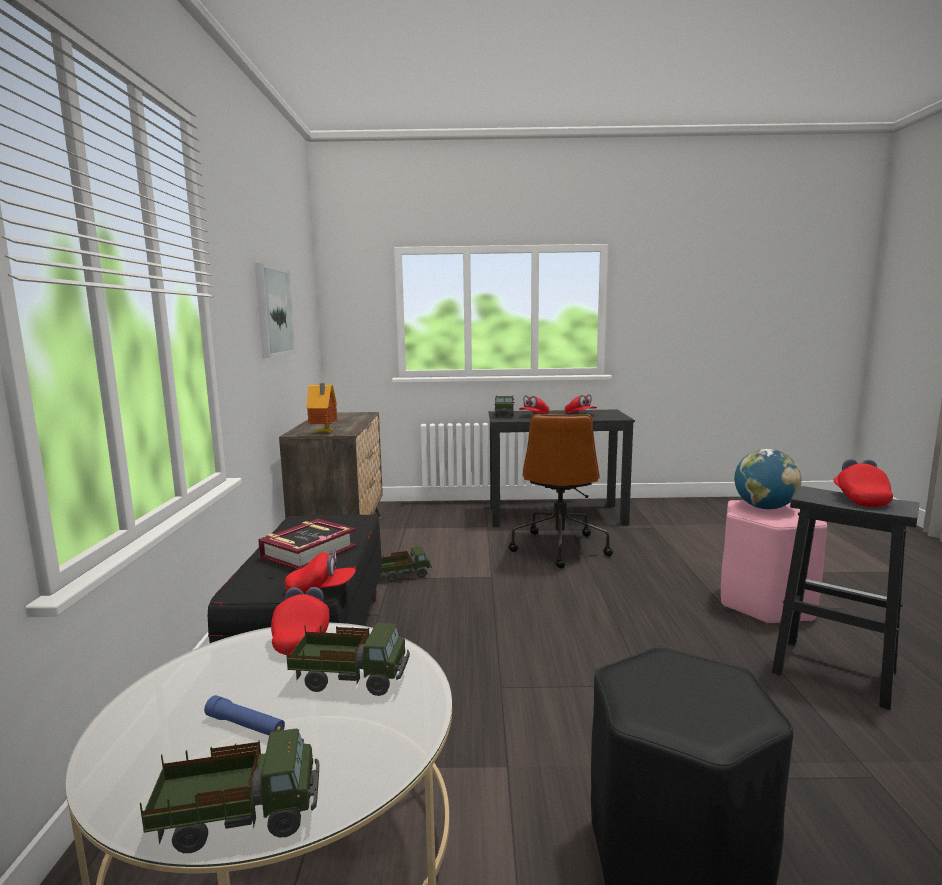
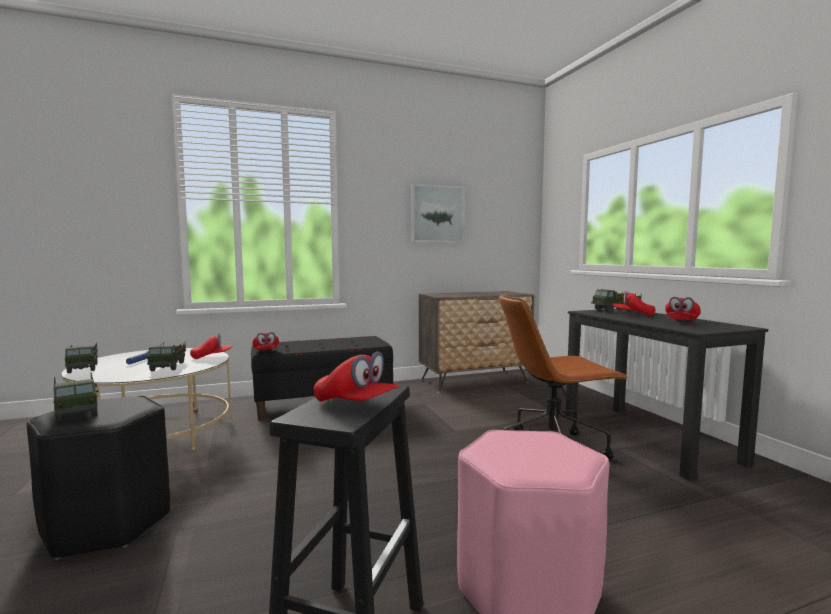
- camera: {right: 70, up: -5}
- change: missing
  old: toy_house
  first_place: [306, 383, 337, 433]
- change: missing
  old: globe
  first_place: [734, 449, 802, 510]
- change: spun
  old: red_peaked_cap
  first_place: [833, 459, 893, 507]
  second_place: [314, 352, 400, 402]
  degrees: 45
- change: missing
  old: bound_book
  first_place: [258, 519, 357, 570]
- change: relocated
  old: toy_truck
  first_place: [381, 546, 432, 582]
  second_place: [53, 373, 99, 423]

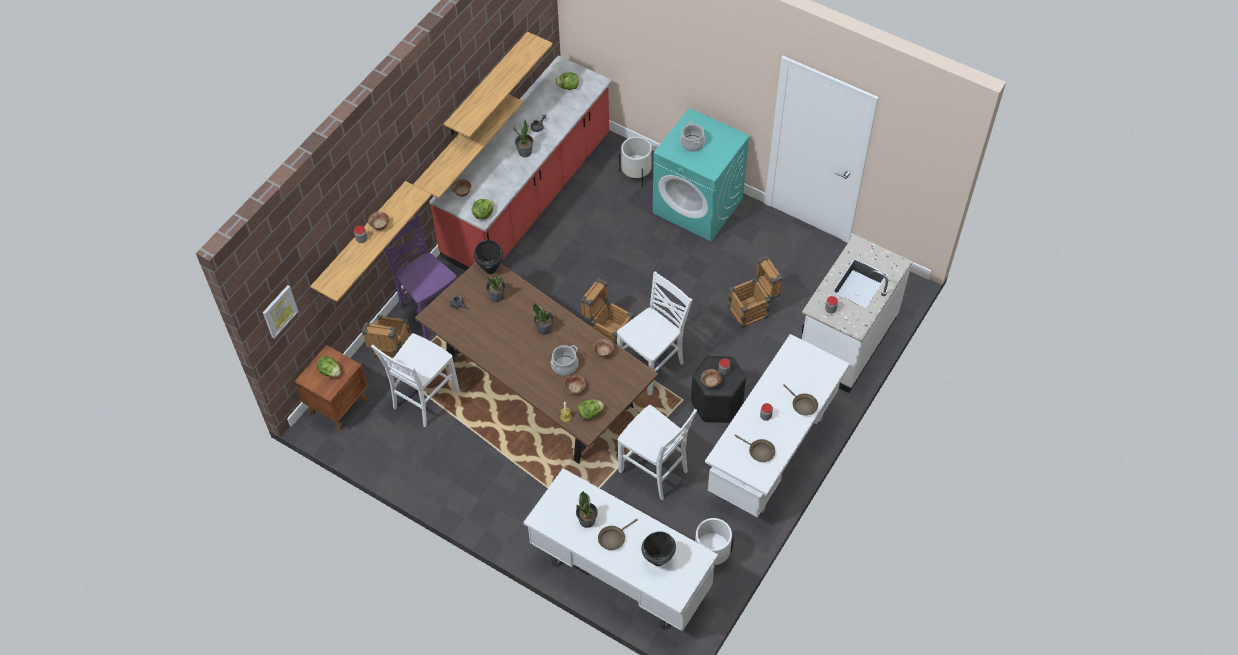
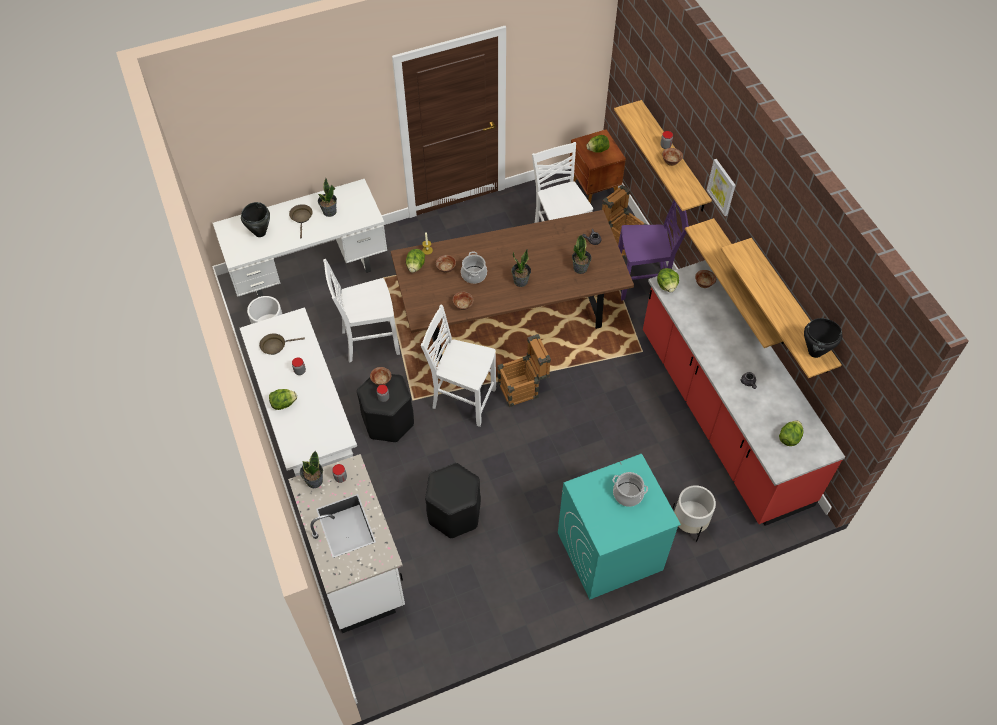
- camera: {right: 125, up: 0}
- change: relocated
  old: houseplant
  first_place: [514, 119, 534, 157]
  second_place: [300, 451, 323, 488]
- change: relocated
  old: blackish_cooking_pot
  first_place: [474, 240, 503, 274]
  second_place: [804, 318, 842, 358]
- change: exchanged
  old: packing_crate
  new: blackish_stool_seat
  first_place: [728, 255, 783, 328]
  second_place: [425, 463, 481, 539]
- change: spun
  old: whitish_plain_chair
  first_place: [617, 271, 692, 396]
  second_place: [421, 305, 496, 427]
  degrees: 120
- change: relocated
  old: wall_picture
  first_place: [263, 285, 298, 338]
  second_place: [706, 159, 736, 216]
- change: exchanged
  old: brownish_pan
  new: head_of_lettuce
  first_place: [783, 384, 818, 416]
  second_place: [269, 389, 297, 410]

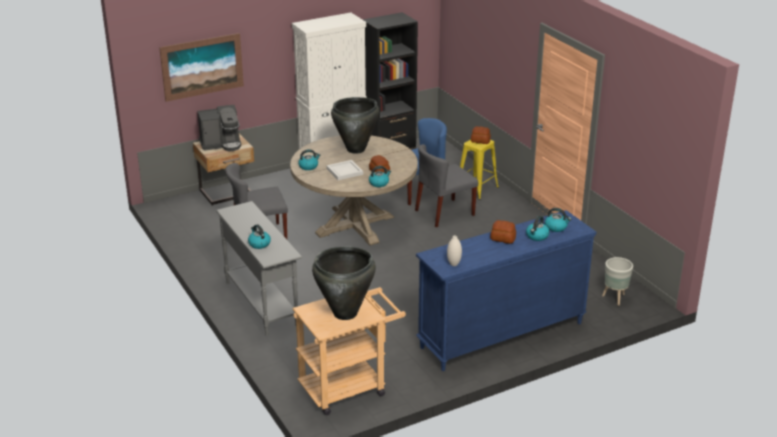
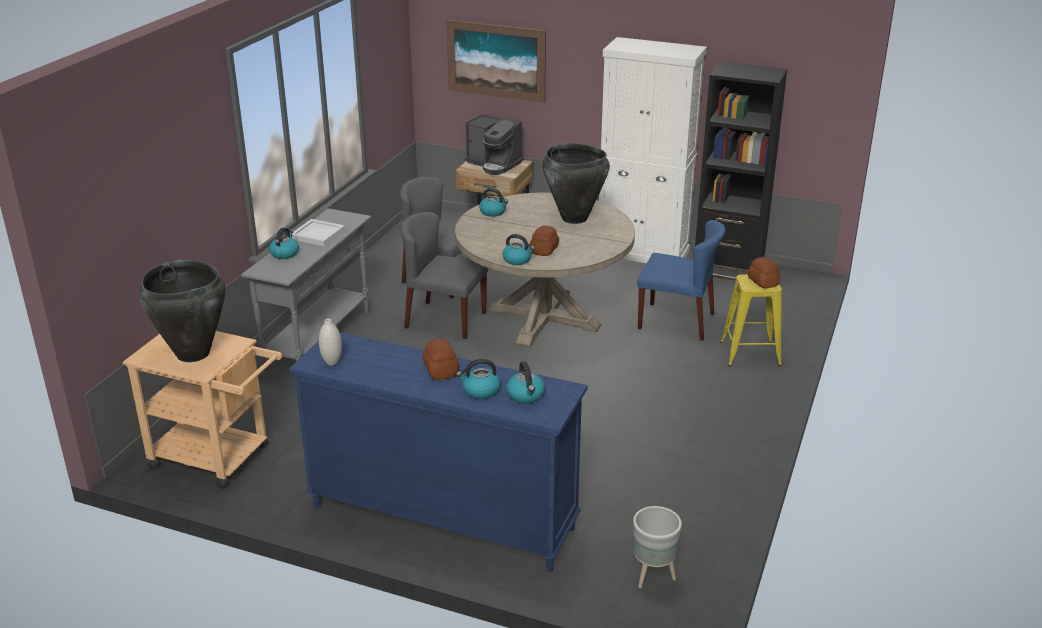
- camera: {right: 50, up: 0}
- change: relocated
  old: greyish_plain_chair
  first_place: [415, 144, 478, 227]
  second_place: [401, 212, 488, 339]
- change: relocated
  old: whitish_serving_tray
  first_place: [326, 160, 363, 180]
  second_place: [292, 219, 345, 246]

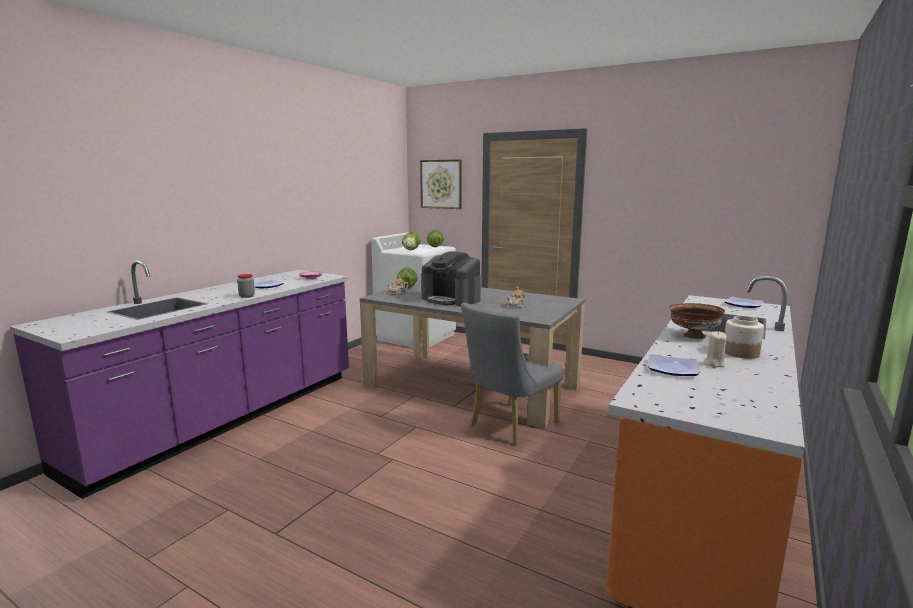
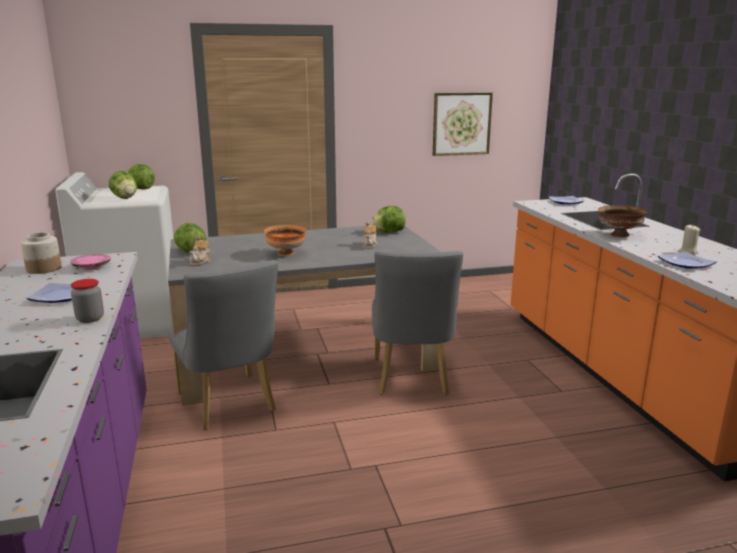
- camera: {right: -45, up: 5}
- change: relocated
  old: wall_picture
  first_place: [420, 159, 462, 209]
  second_place: [433, 93, 493, 156]
- change: exchanged
  old: coffee_maker
  new: orangey_bowl
  first_place: [421, 251, 481, 306]
  second_place: [264, 225, 307, 256]
- change: relocated
  old: preserve_jar
  first_place: [725, 316, 764, 359]
  second_place: [21, 232, 62, 274]
- change: appeared
  new: head_of_lettuce
  second_place: [371, 206, 406, 233]
- change: appeared
  new: greyish_plain_chair
  second_place: [168, 260, 278, 430]

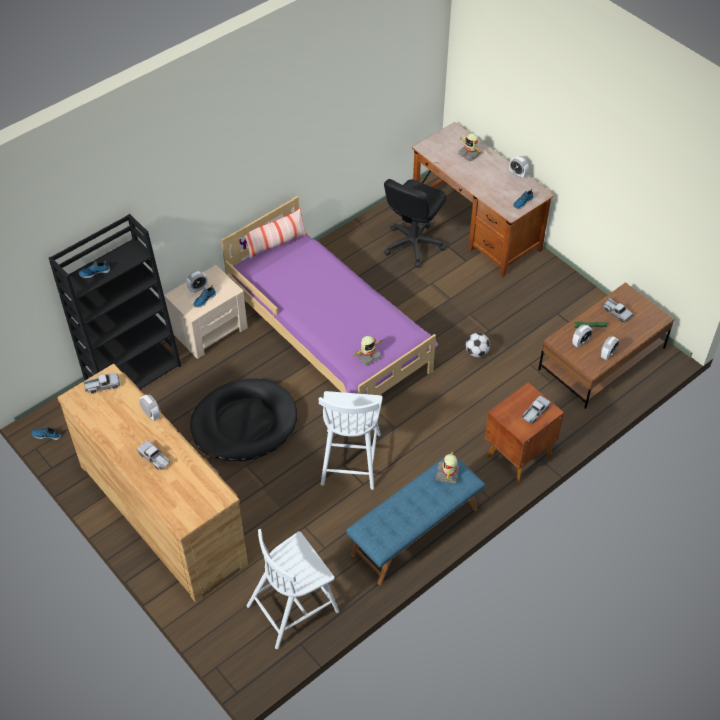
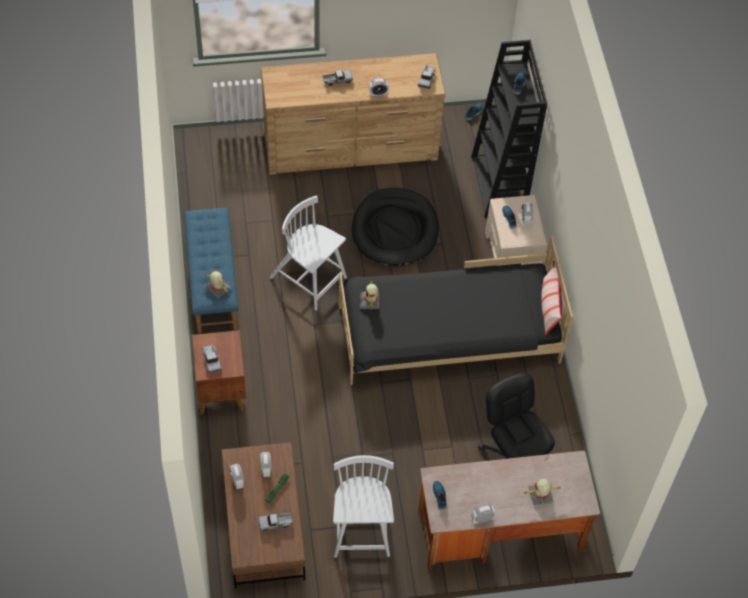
- camera: {right: 120, up: 5}
- change: colour
  old: purple-coloured_sleeping_bed
  new: blackish_sleeping_bed
  first_place: [221, 196, 438, 395]
  second_place: [339, 235, 573, 385]
- change: missing
  old: football_ball
  first_place: [466, 333, 490, 357]
- change: relocated
  old: whitish_plain_chair
  first_place: [247, 529, 339, 649]
  second_place: [333, 455, 394, 558]

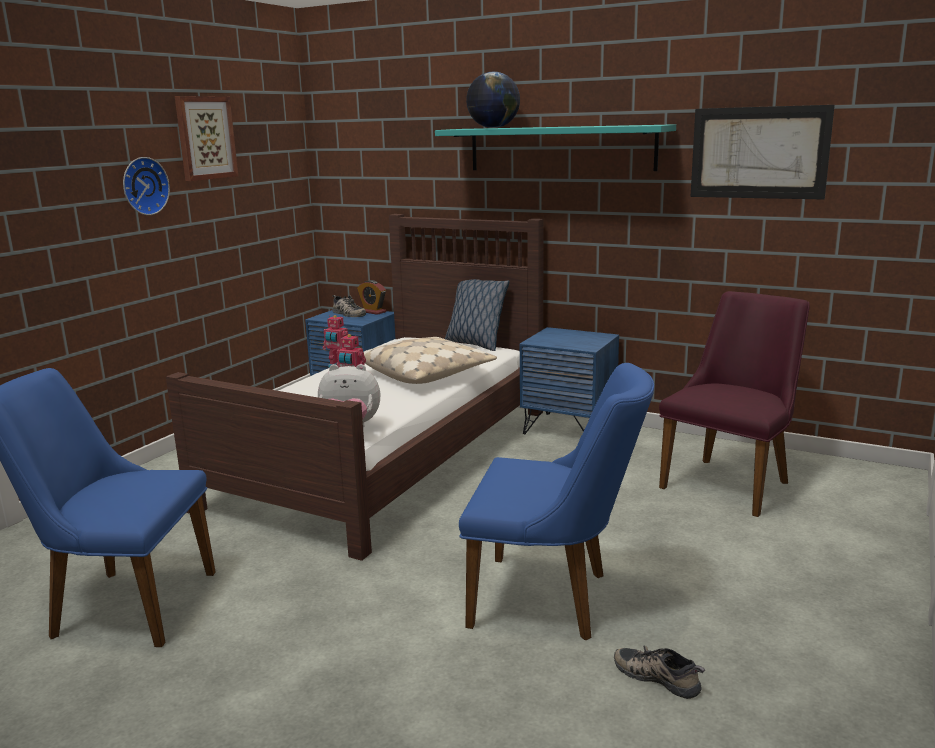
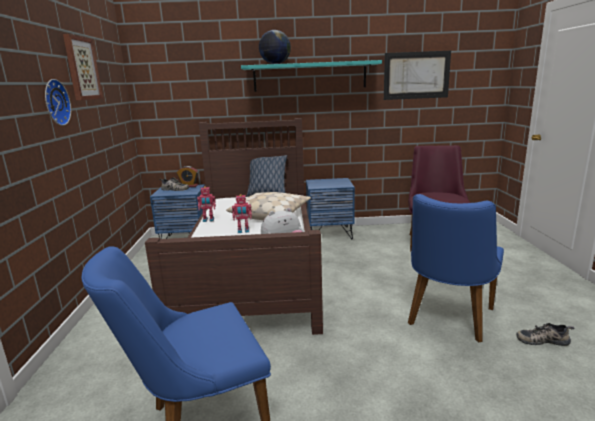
- camera: {right: -30, up: 0}
- change: spun
  old: blue_plain_chair
  first_place: [459, 363, 654, 641]
  second_place: [408, 194, 504, 343]
  degrees: 135

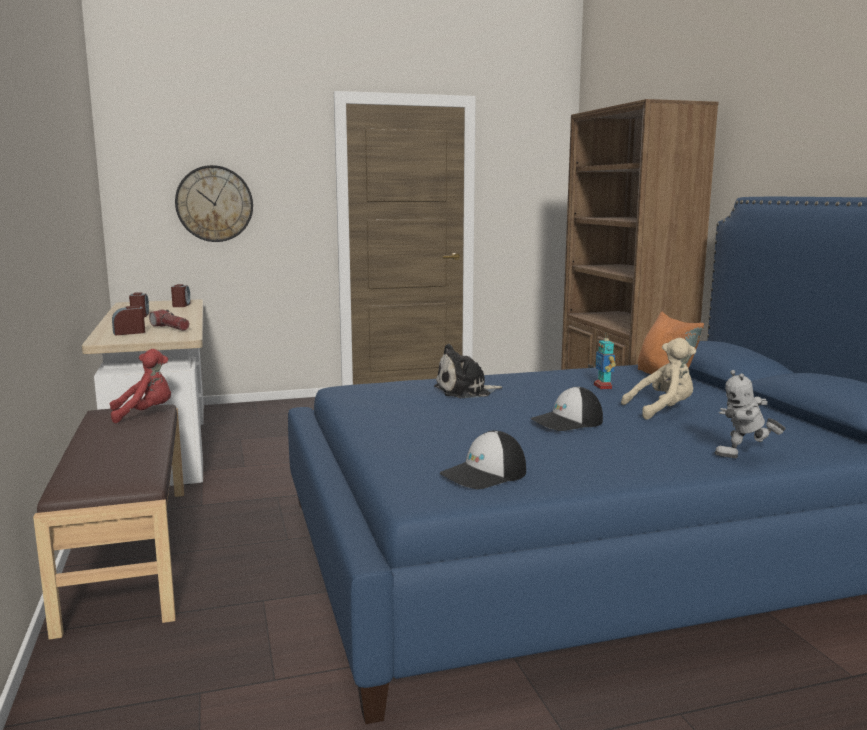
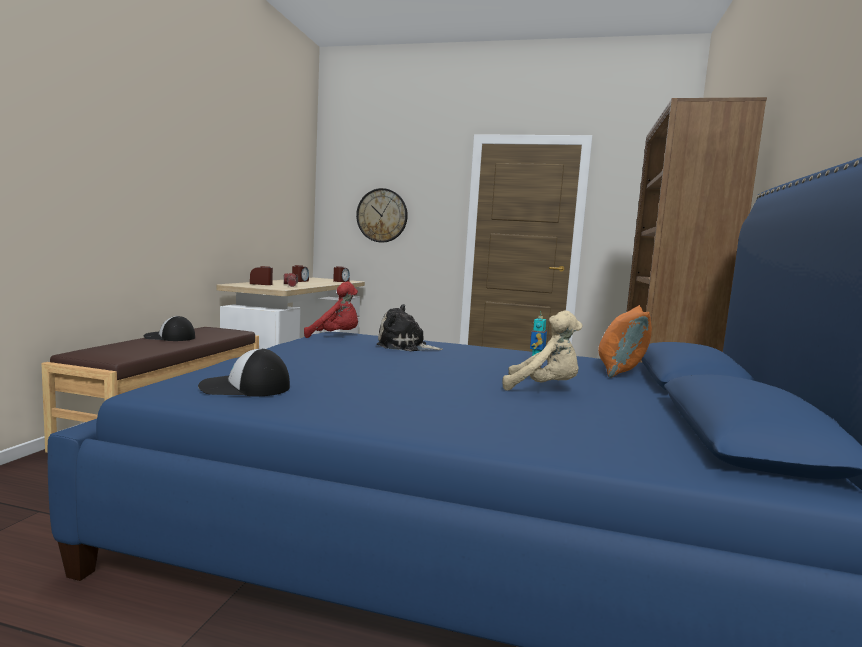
- camera: {right: 30, up: -5}
- change: relocated
  old: red_soft_toy
  first_place: [110, 349, 171, 423]
  second_place: [304, 282, 358, 338]
- change: missing
  old: robot_figure
  first_place: [715, 370, 786, 458]
- change: relocated
  old: peaked_cap
  first_place: [530, 387, 603, 431]
  second_place: [144, 316, 195, 341]

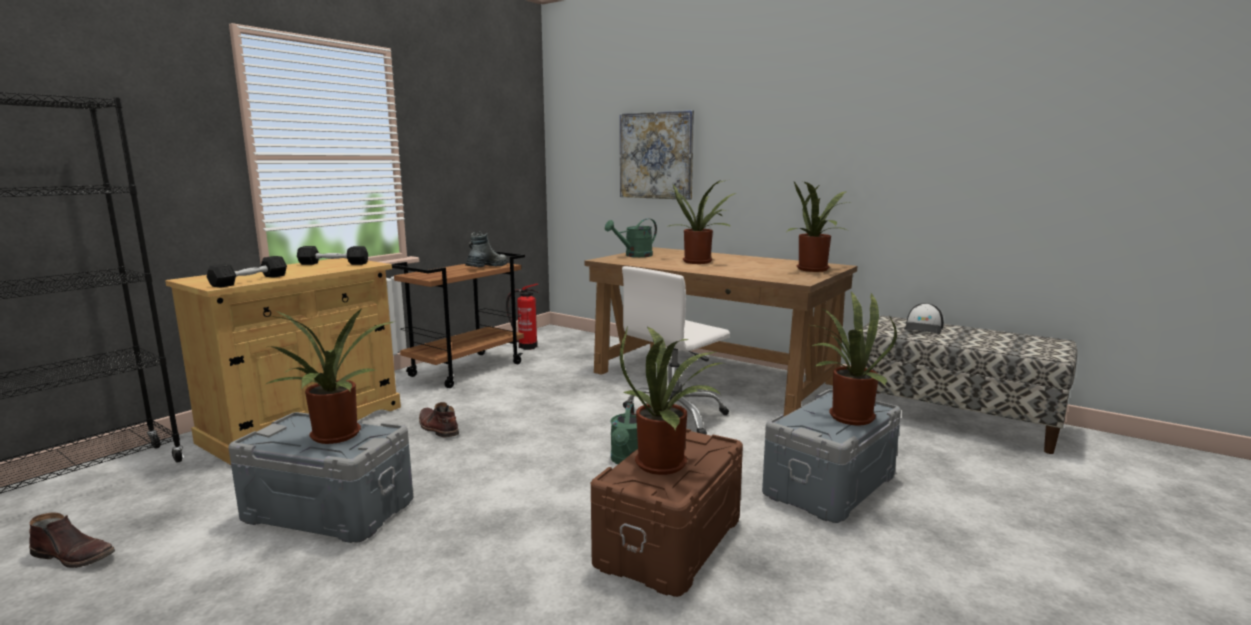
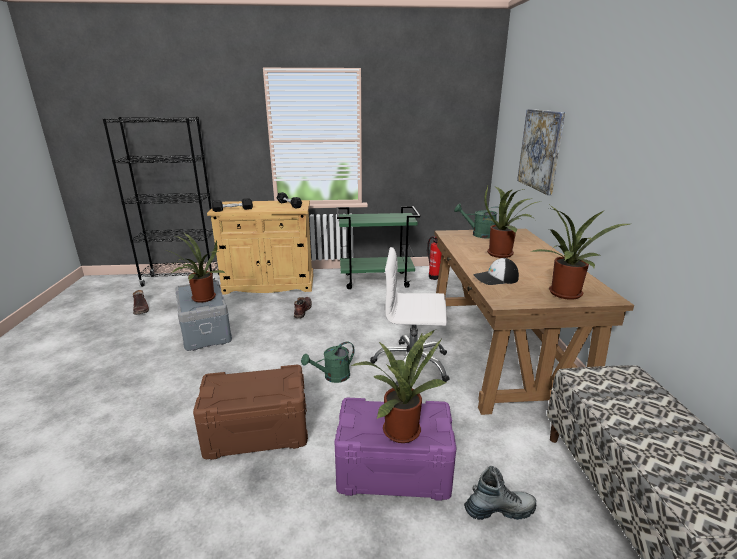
- camera: {right: 50, up: 10}
- change: relocated
  old: boot
  first_place: [465, 231, 508, 267]
  second_place: [464, 466, 536, 520]
- change: colour
  old: brownish_trolley
  new: green-coloured_trolley
  first_place: [392, 251, 525, 388]
  second_place: [337, 206, 420, 289]
- change: relocated
  old: peaked_cap
  first_place: [904, 303, 944, 334]
  second_place: [474, 258, 519, 285]
- change: missing
  old: houseplant
  first_place: [620, 327, 722, 475]
- change: colour
  old: greyish_storage_box
  new: purple-coloured_storage_box
  first_place: [762, 389, 901, 523]
  second_place: [334, 398, 456, 501]

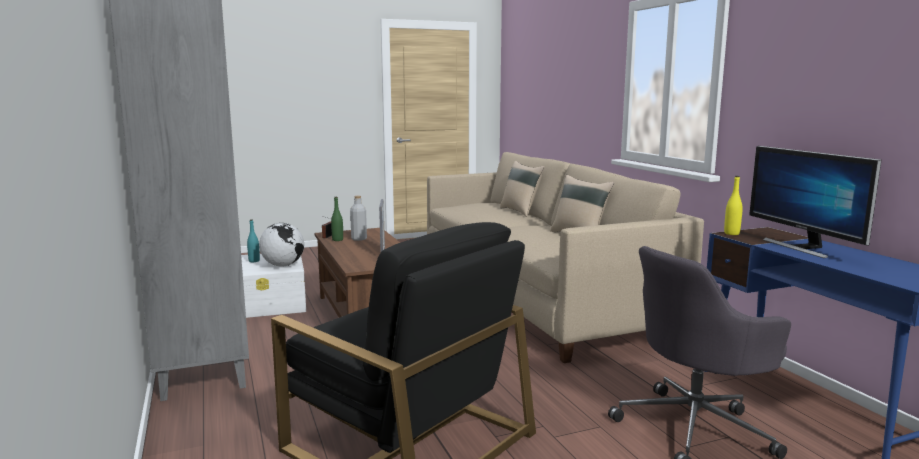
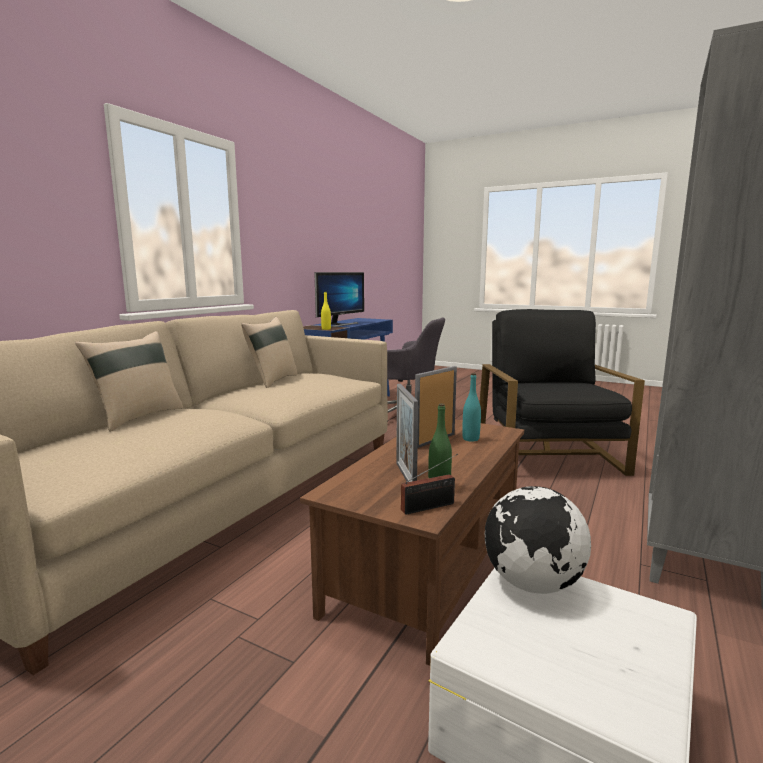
- camera: {right: -130, up: 0}
- change: exchanged
  old: greyish_drink_bottle
  new: photo_frame
  first_place: [350, 196, 367, 241]
  second_place: [396, 384, 418, 482]
- change: relocated
  old: turquoise_drink_bottle
  first_place: [247, 219, 260, 262]
  second_place: [462, 373, 481, 442]

